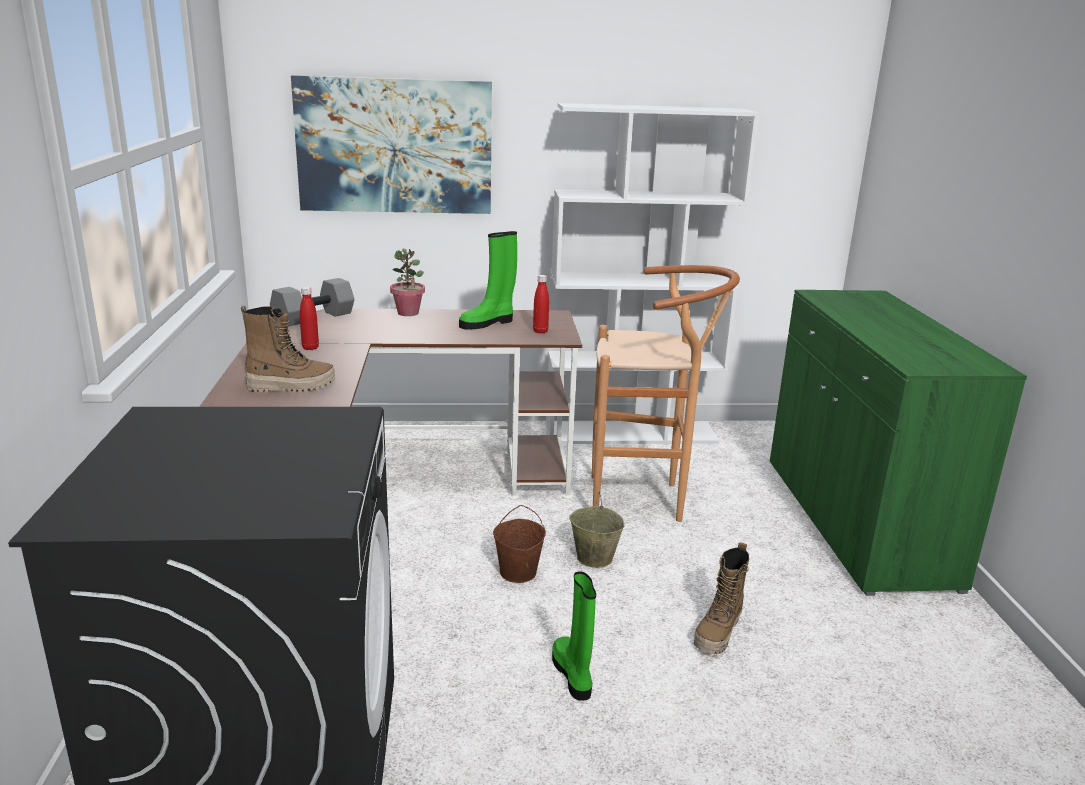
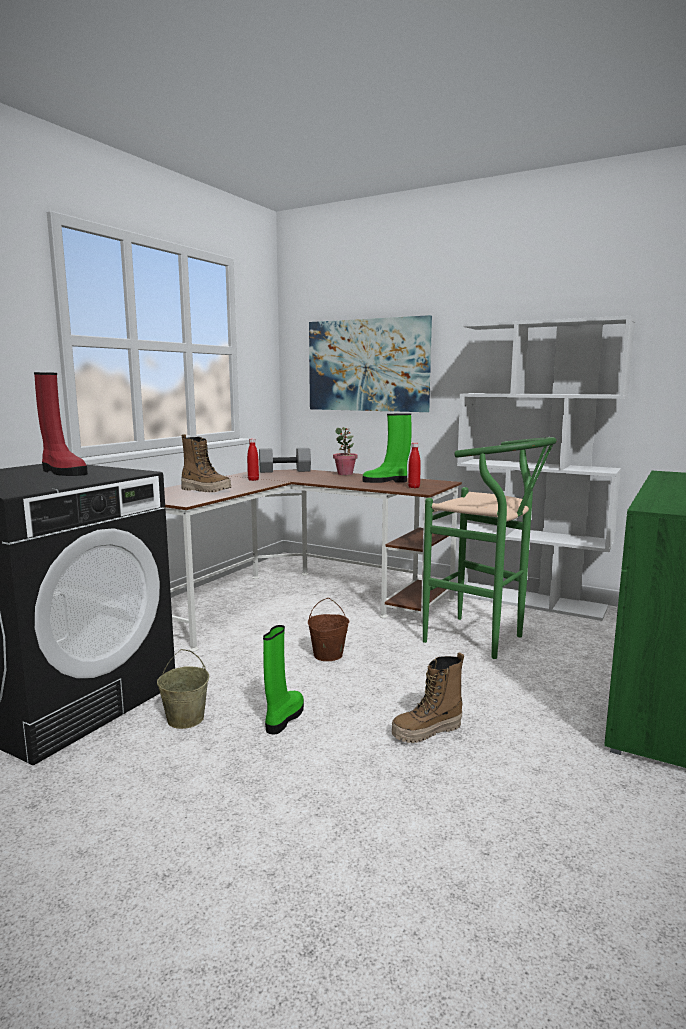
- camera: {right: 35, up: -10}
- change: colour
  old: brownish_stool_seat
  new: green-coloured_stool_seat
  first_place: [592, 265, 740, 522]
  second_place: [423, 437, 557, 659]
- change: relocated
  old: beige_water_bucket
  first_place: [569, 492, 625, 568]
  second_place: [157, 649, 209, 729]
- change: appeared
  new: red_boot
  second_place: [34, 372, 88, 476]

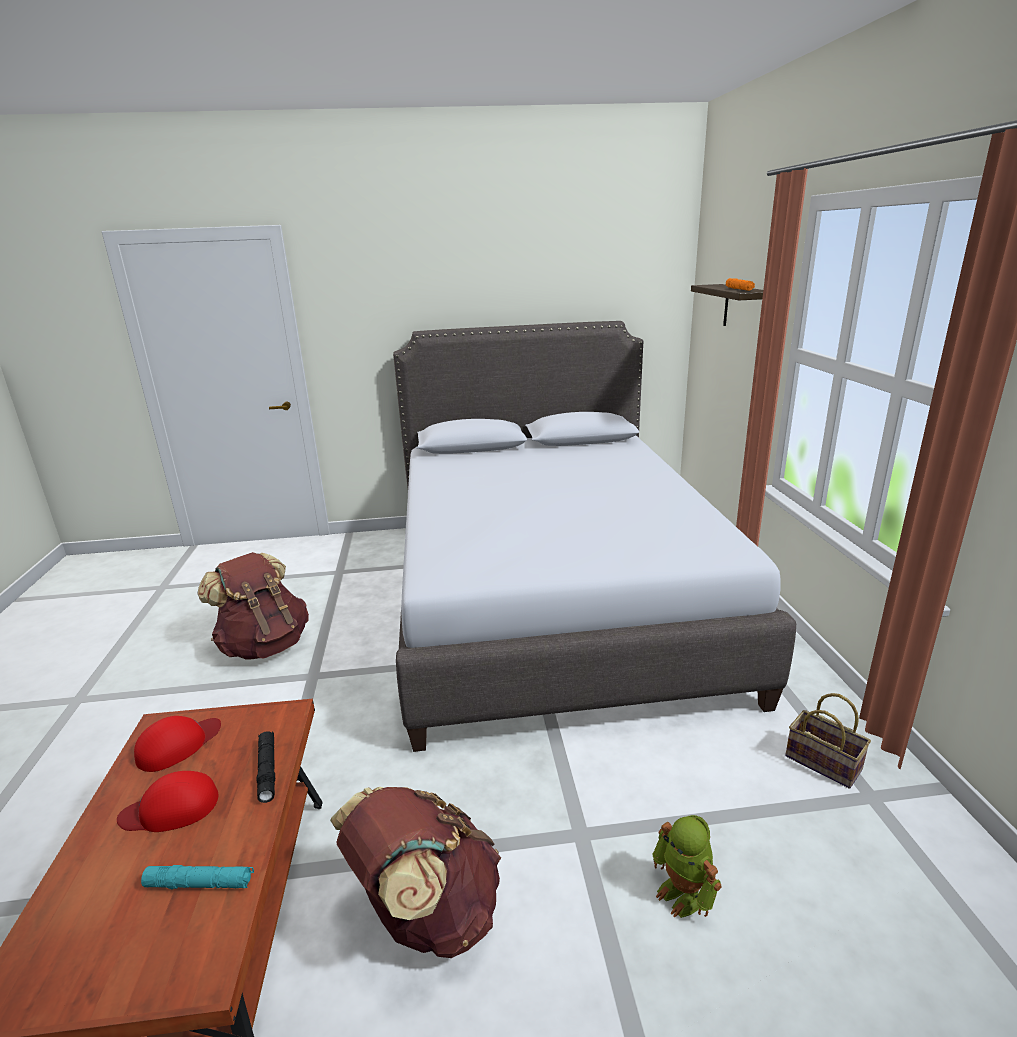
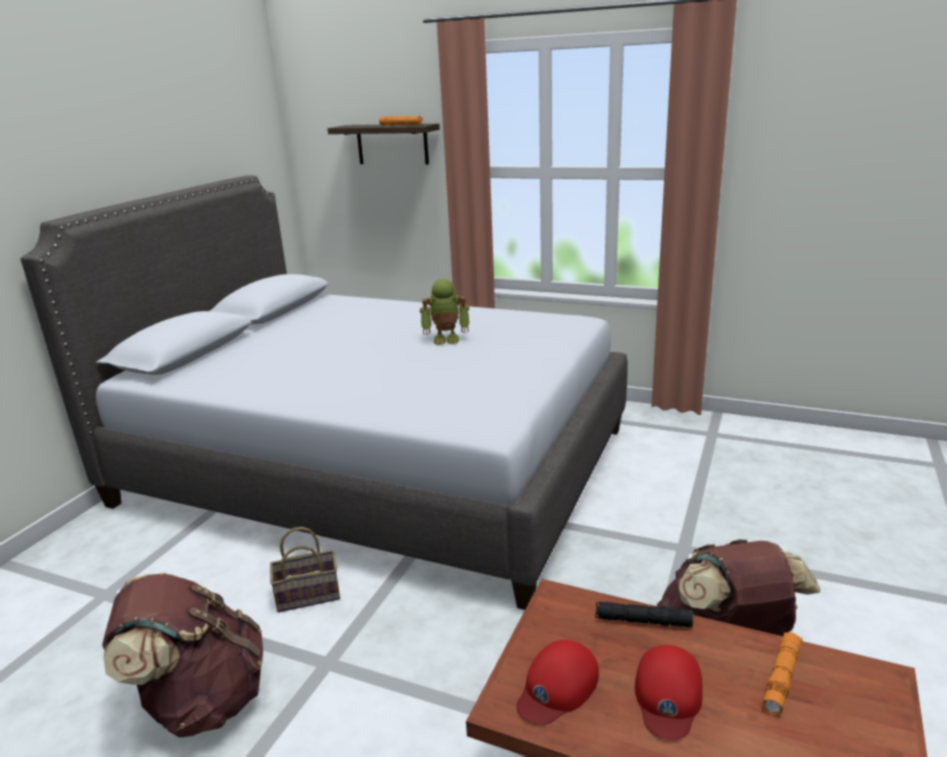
- camera: {right: -60, up: 0}
- change: relocated
  old: storage_basket
  first_place: [785, 693, 871, 789]
  second_place: [270, 527, 340, 612]
- change: spun
  old: red_peaked_cap
  first_place: [134, 716, 221, 772]
  second_place: [516, 640, 599, 725]
  degrees: -120
- change: relocated
  old: robot_figure
  first_place: [652, 815, 722, 918]
  second_place: [420, 279, 469, 346]
- change: colour
  old: turquoise_hand_torch
  new: orangey_hand_torch
  first_place: [141, 865, 254, 890]
  second_place: [762, 632, 802, 715]

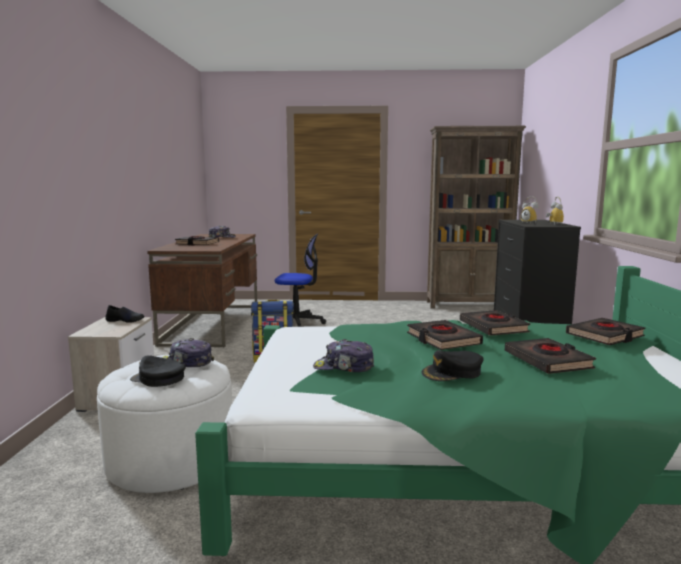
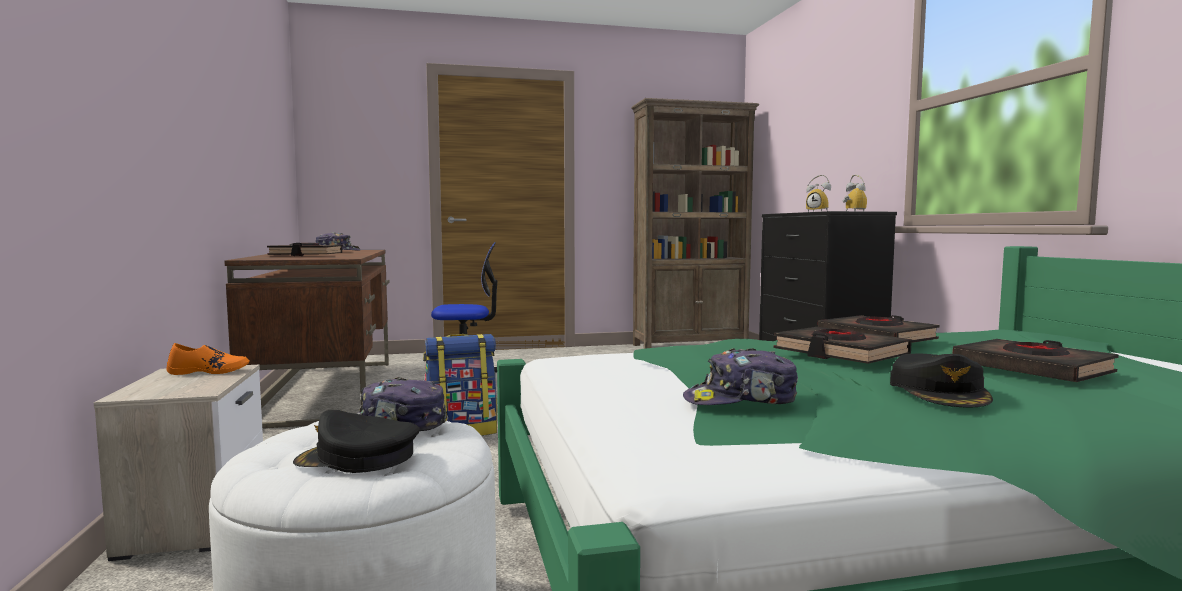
- camera: {right: -15, up: -5}
- change: colour
  old: blackish_low_shoe
  new: orangey_low_shoe
  first_place: [105, 305, 145, 323]
  second_place: [166, 343, 250, 375]
- change: missing
  old: blackish_bound_book
  first_place: [566, 318, 645, 345]
- change: spun
  old: blackish_peaked_cap
  first_place: [422, 350, 484, 381]
  second_place: [890, 354, 993, 407]
  degrees: -45

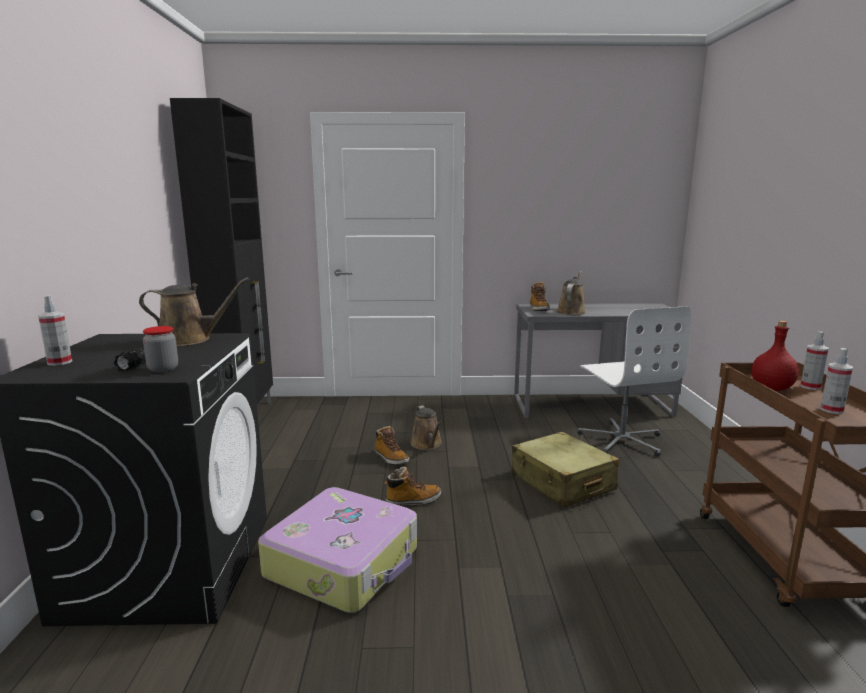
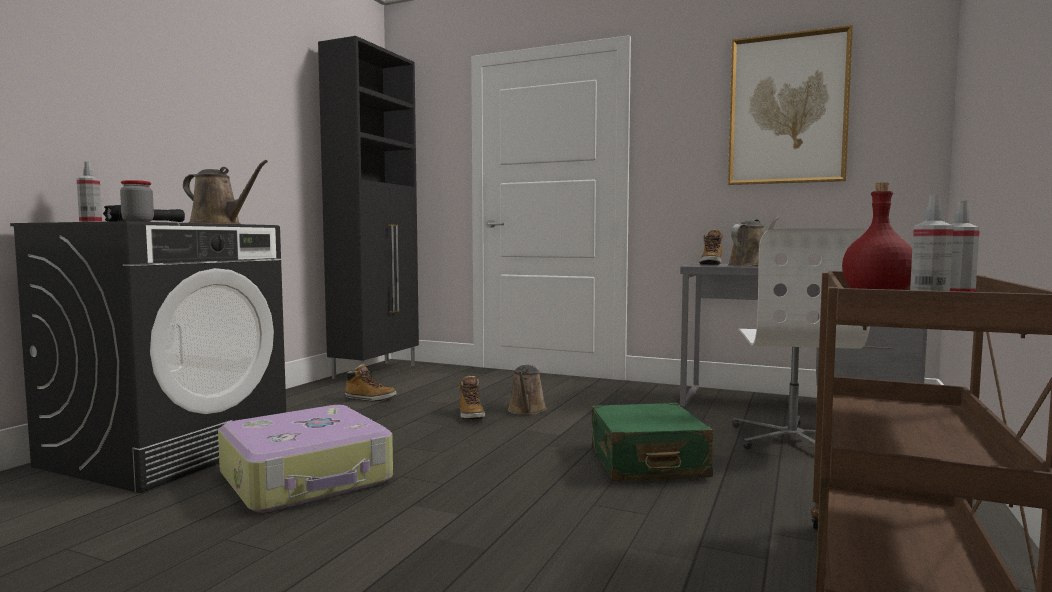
- camera: {right: 25, up: -10}
- change: colour
  old: beige_travel_case
  new: green-coloured_travel_case
  first_place: [512, 432, 619, 508]
  second_place: [591, 403, 713, 481]
- change: relocated
  old: boot
  first_place: [385, 467, 441, 506]
  second_place: [344, 364, 396, 402]
- change: appeared
  new: wall_picture
  second_place: [728, 25, 853, 185]

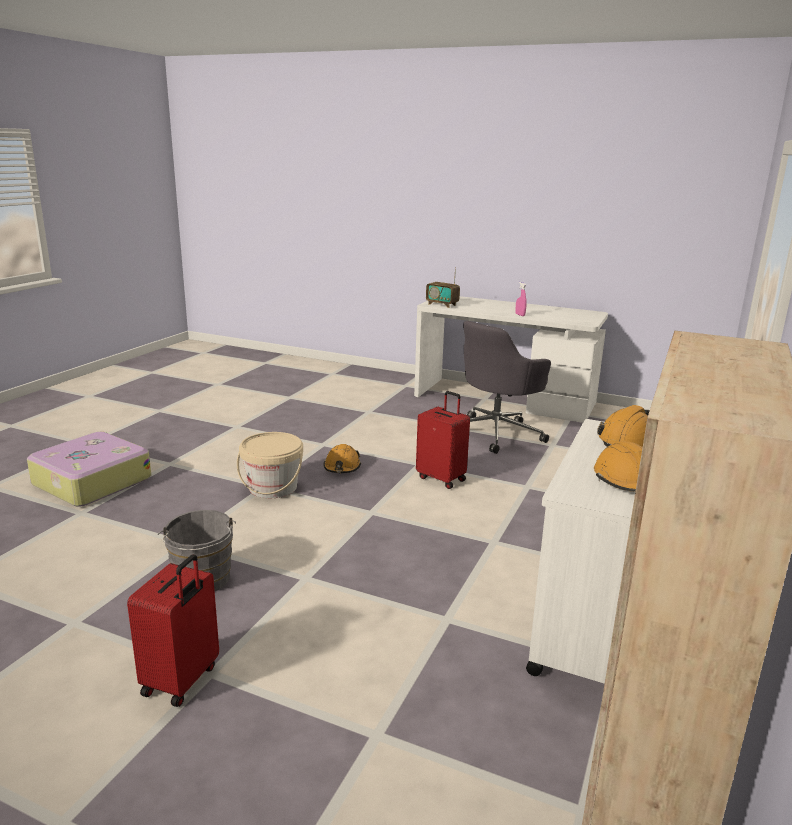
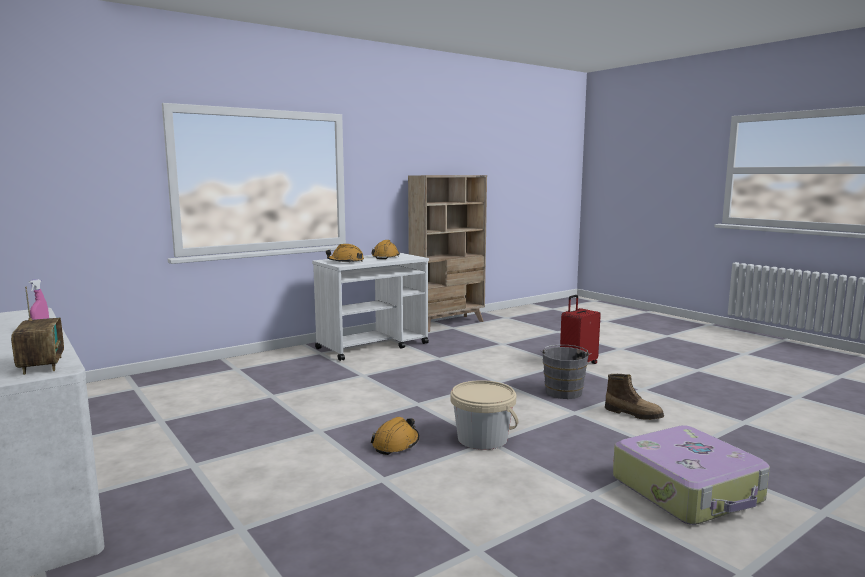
- camera: {right: -150, up: -10}
- change: missing
  old: greyish_office_chair
  first_place: [463, 321, 551, 454]
- change: missing
  old: red_travel_case
  first_place: [416, 391, 470, 489]
- change: appeared
  new: boot
  second_place: [605, 374, 664, 420]

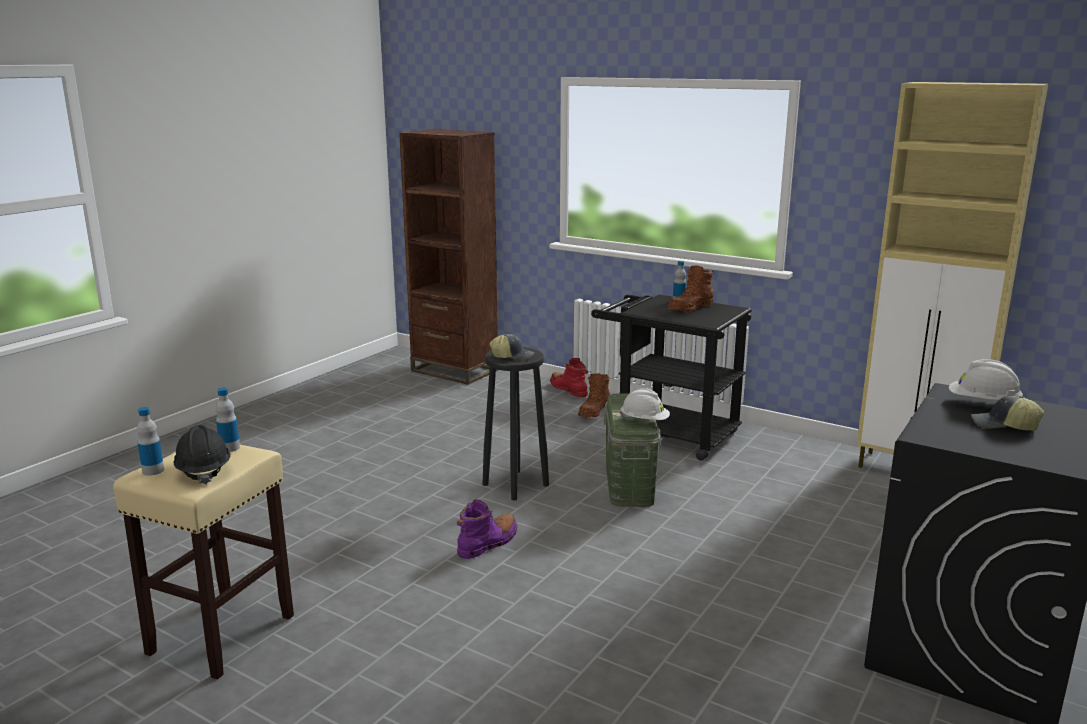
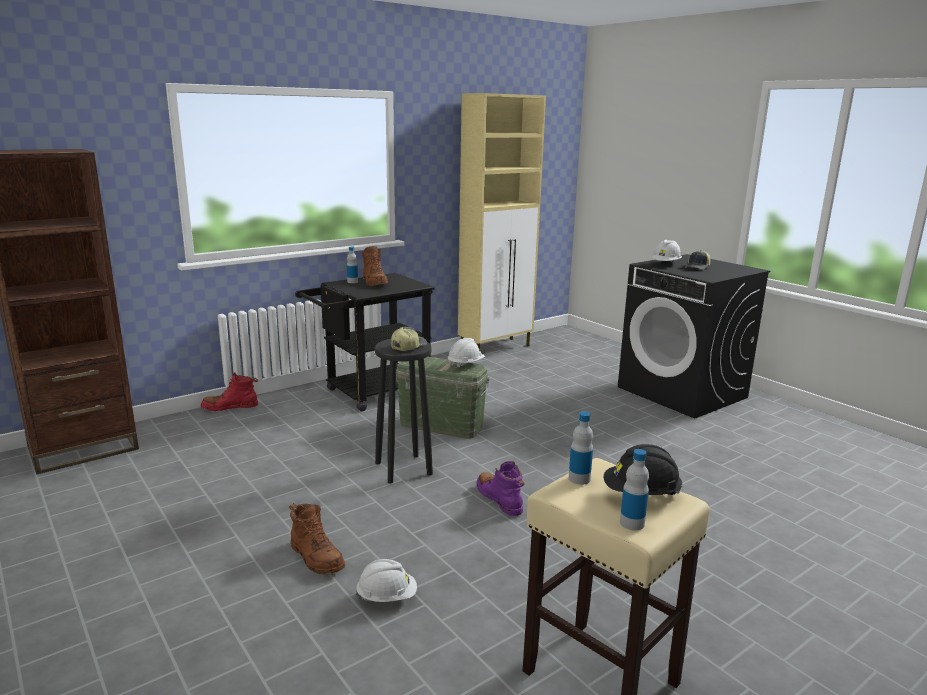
- camera: {right: -70, up: 0}
- change: relocated
  old: brownish_boot
  first_place: [578, 374, 610, 417]
  second_place: [289, 503, 345, 575]
- change: appeared
  new: whitish_hard_hat
  second_place: [355, 559, 417, 602]

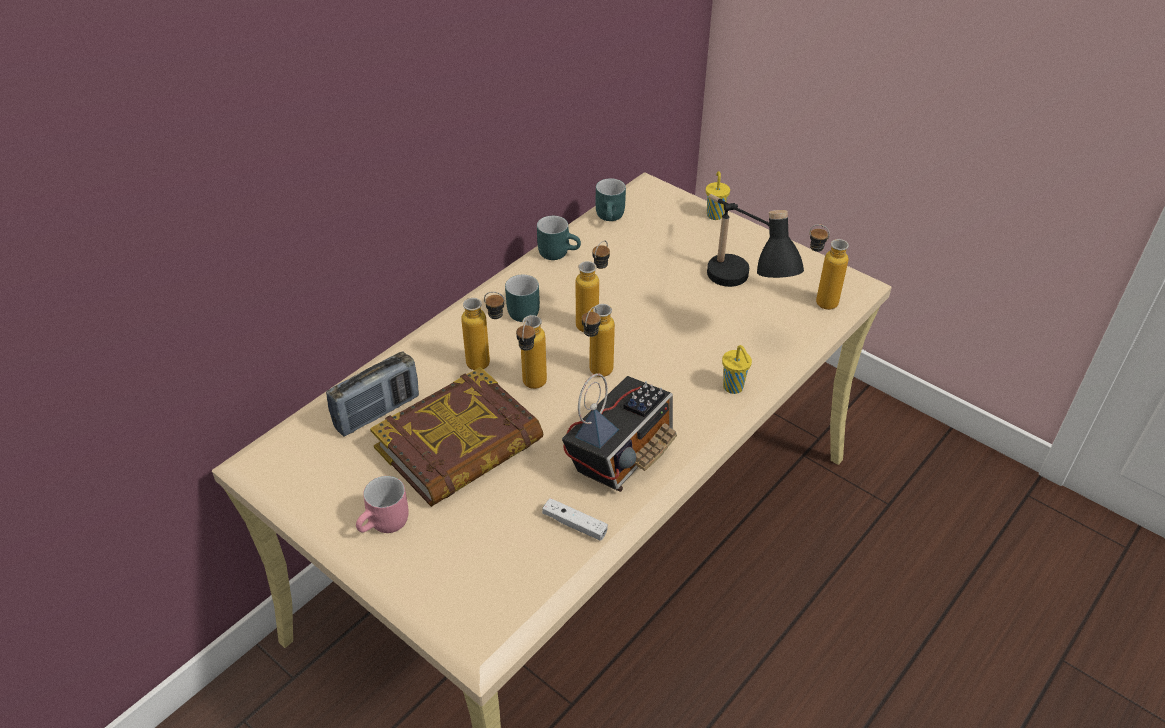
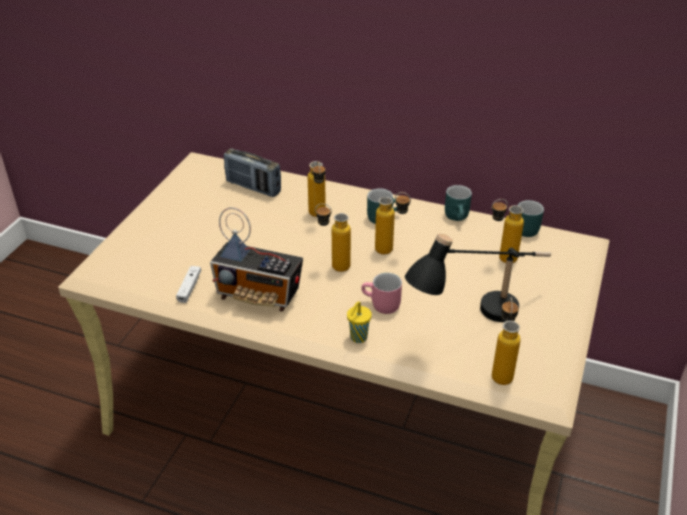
- camera: {right: 70, up: -5}
- change: missing
  old: yellowish_drinking_cup
  first_place: [706, 171, 730, 220]
- change: relocated
  old: drink_bottle
  first_place: [516, 315, 547, 389]
  second_place: [491, 199, 524, 263]
- change: missing
  old: bound_book
  first_place: [370, 367, 544, 507]
- change: relocated
  old: pinkish_mug
  first_place: [356, 476, 408, 533]
  second_place: [361, 273, 402, 314]

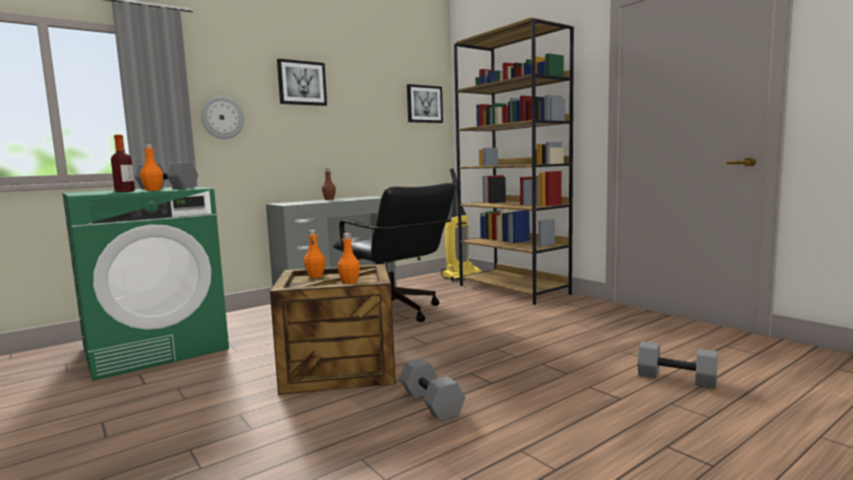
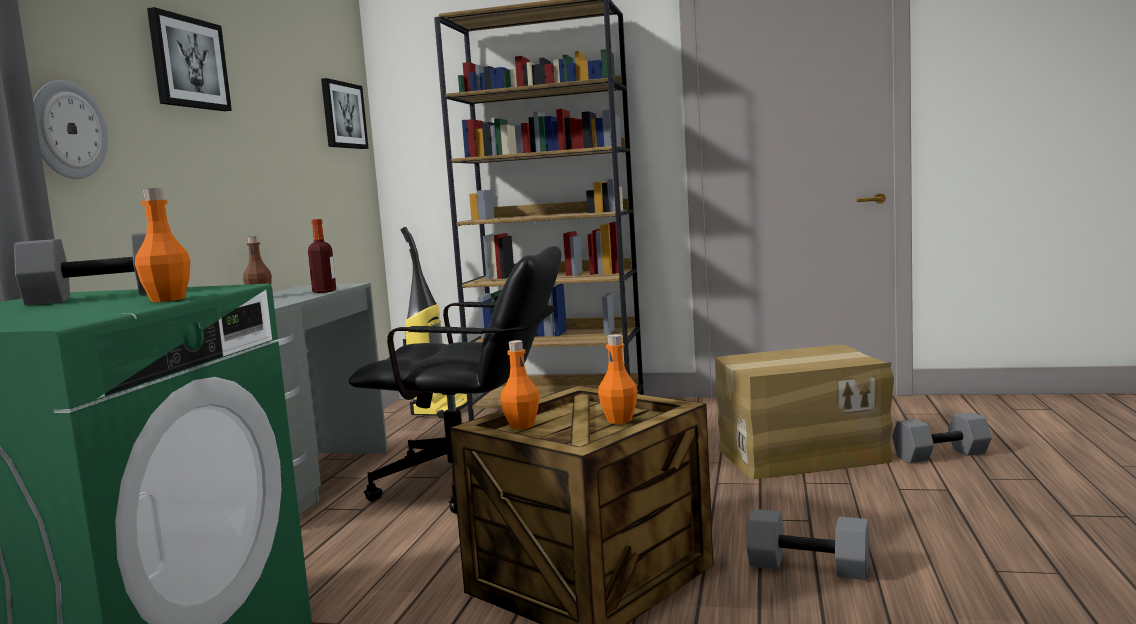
- camera: {right: -40, up: 0}
- change: relocated
  old: drink_bottle
  first_place: [111, 135, 135, 192]
  second_place: [308, 219, 336, 293]
- change: appeared
  new: cardboard_box
  second_place: [715, 344, 894, 479]

